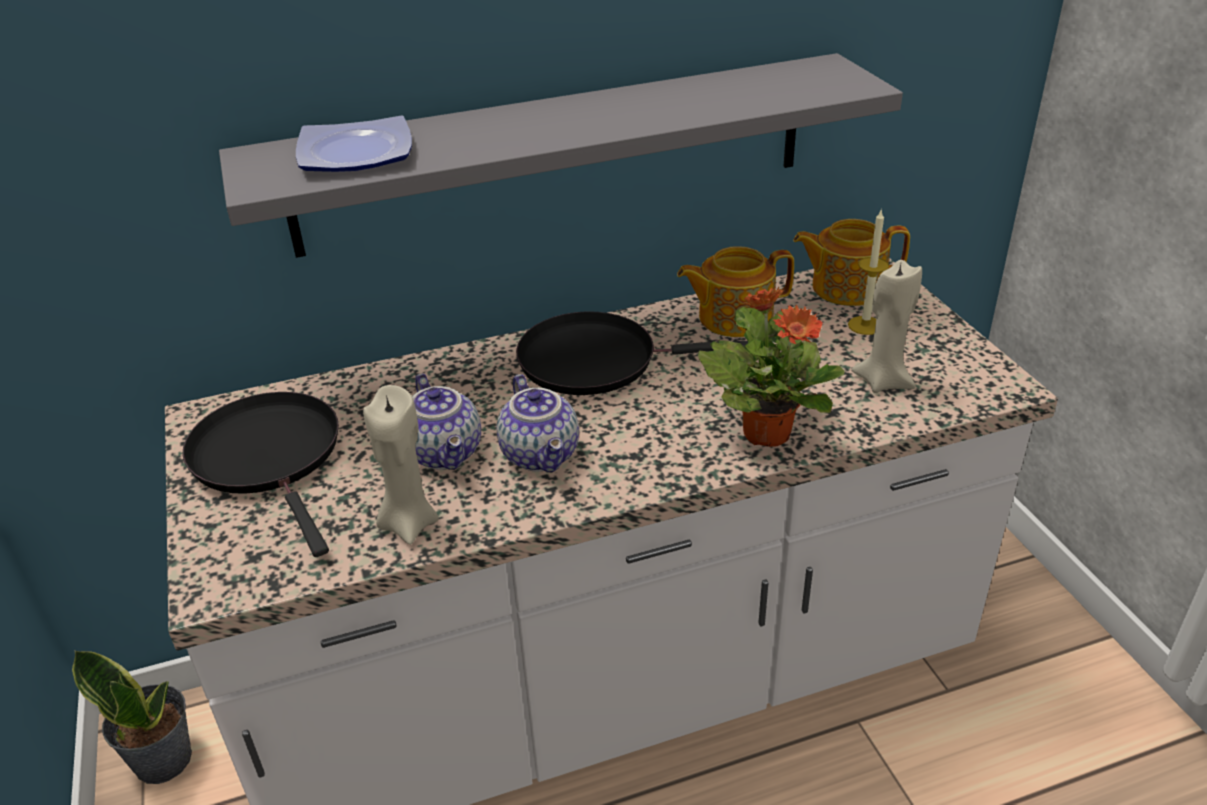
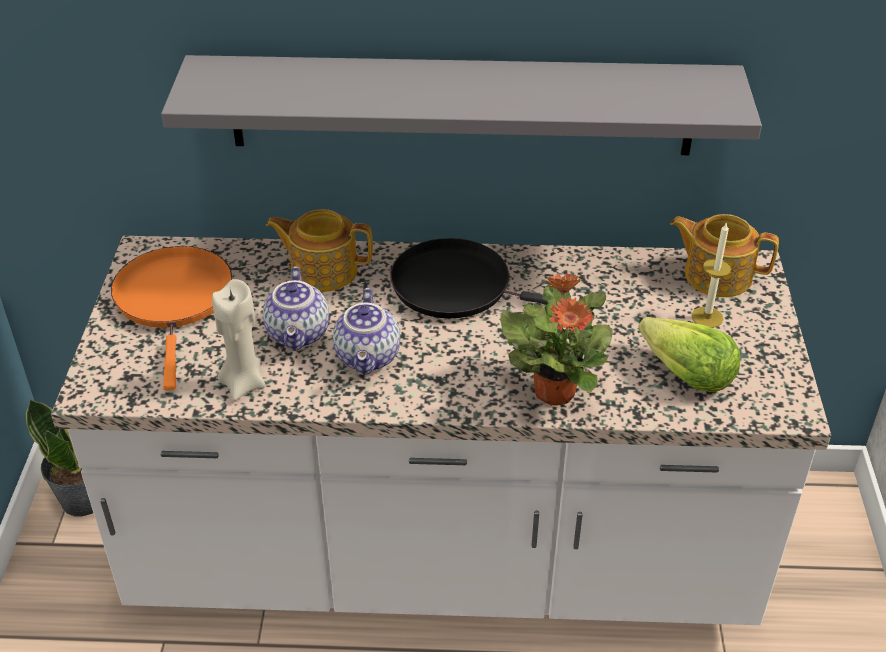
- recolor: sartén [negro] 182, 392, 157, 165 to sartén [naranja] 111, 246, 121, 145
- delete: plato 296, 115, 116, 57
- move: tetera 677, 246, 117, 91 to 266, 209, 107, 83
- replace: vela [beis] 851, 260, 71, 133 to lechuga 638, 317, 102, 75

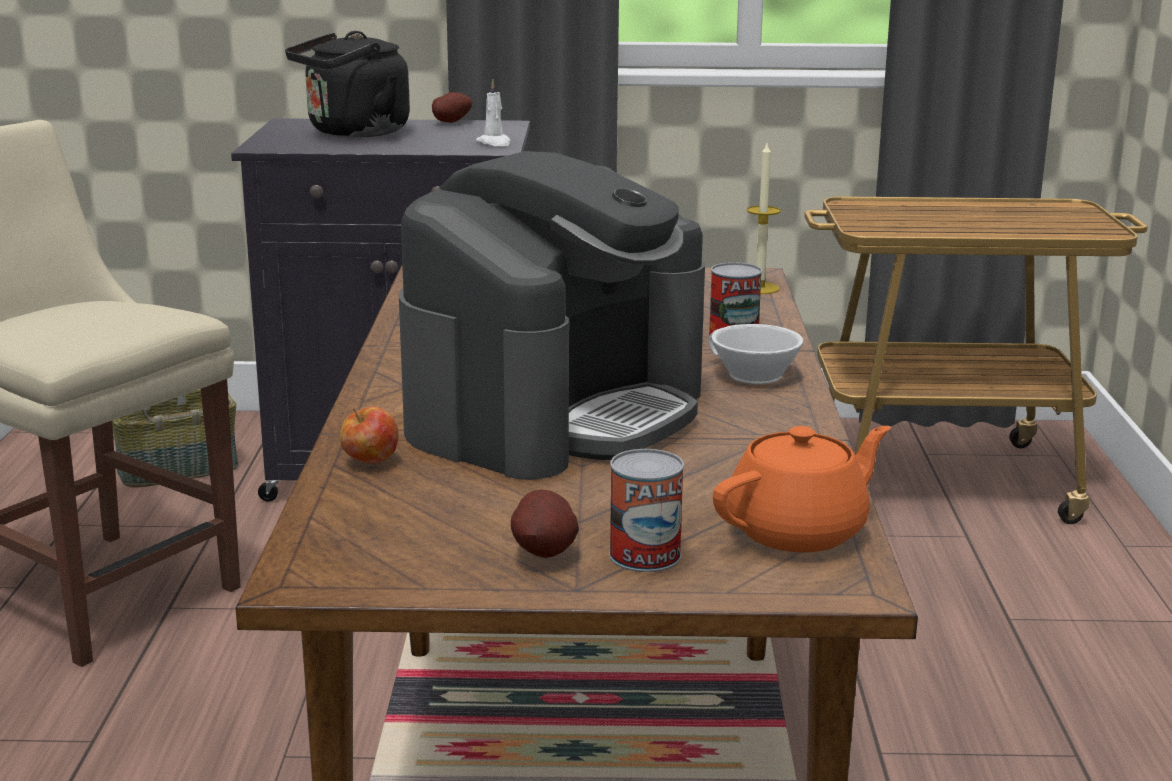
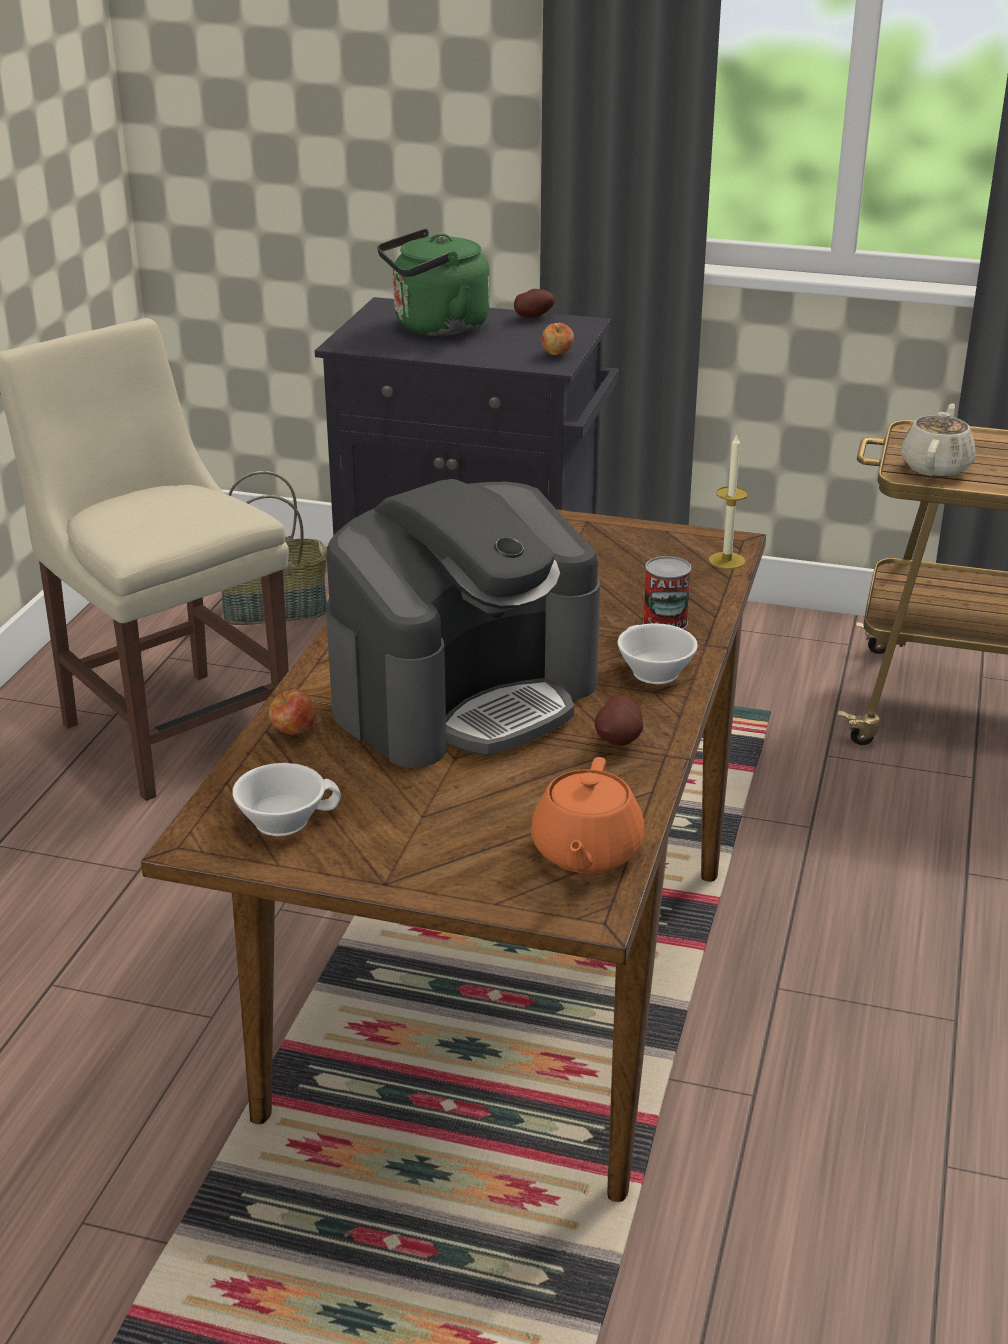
- recolor: hervidor [negro] 285, 31, 125, 106 to hervidor [verde] 377, 229, 113, 107
- replace: vela [blanco] 476, 80, 35, 67 to manzana 541, 323, 33, 32
- move: patata 511, 489, 68, 69 to 595, 695, 48, 51
- delete: lata 609, 449, 75, 123
- rotate: tetera [naranja] 713, 426, 178, 127 = 531, 757, 114, 117 120 degrees clockwise
- insert: taza [blanco] 232, 763, 109, 73
- insert: tetera [beis] 901, 403, 75, 74

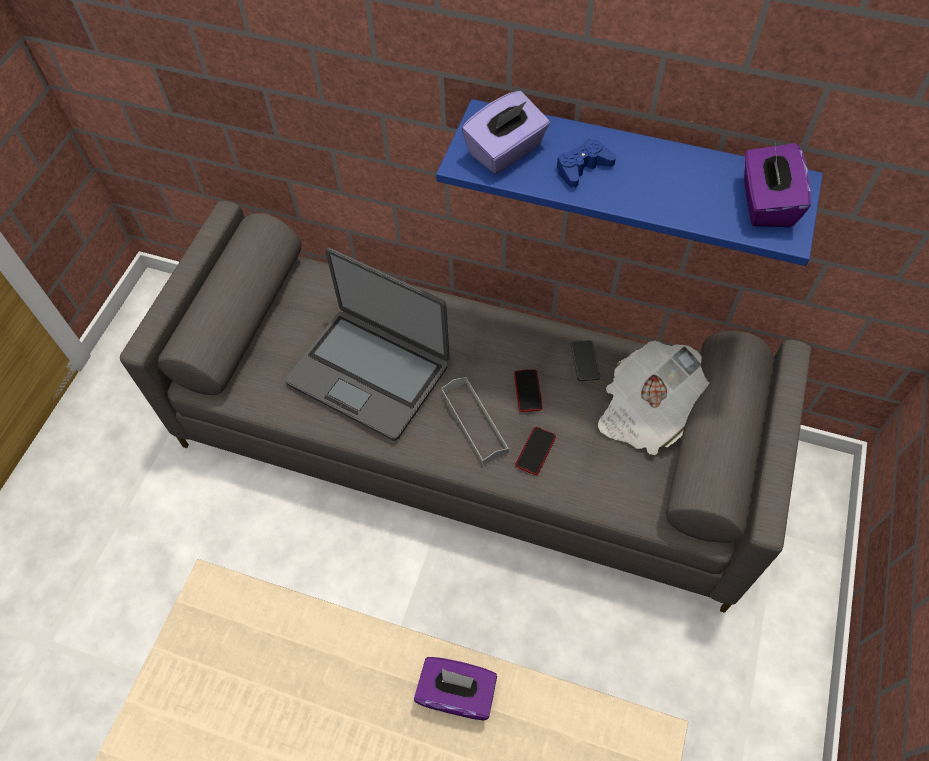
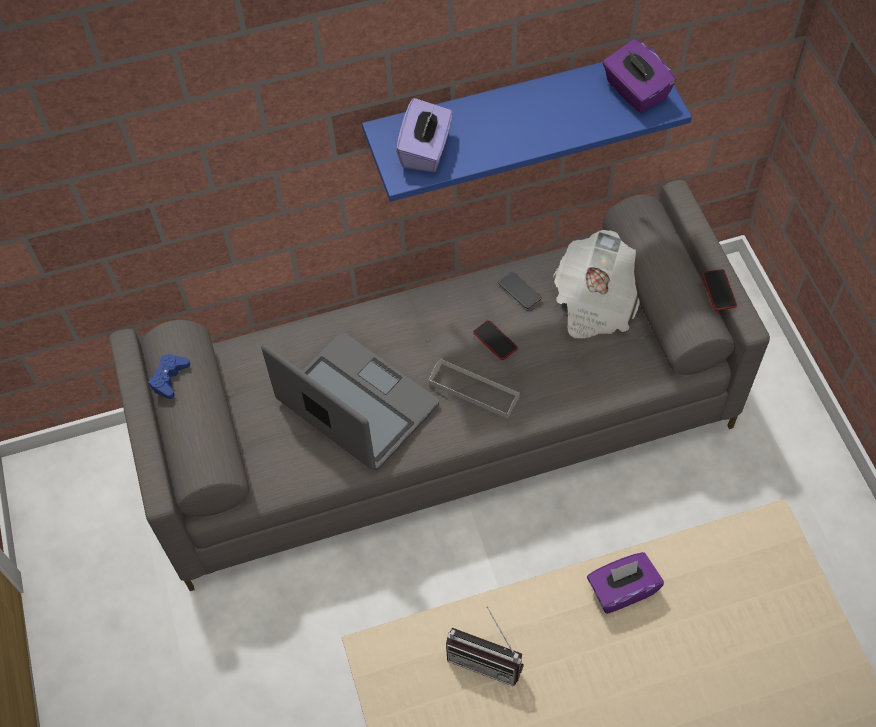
- rotate: portátil 285, 247, 165, 194 = 261, 333, 178, 137 135 degrees counterclockwise
- move: móvil 516, 427, 40, 48 to 702, 269, 35, 41
- move: mando de consola [azul] 556, 139, 60, 49 to 148, 354, 42, 45
- insert: radio 446, 607, 78, 79

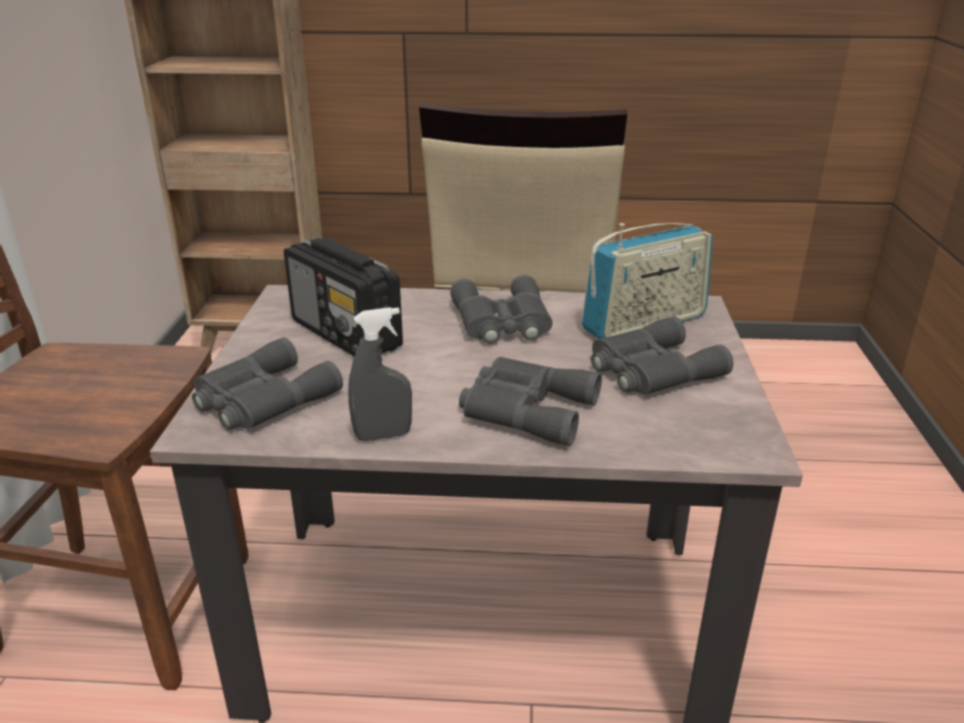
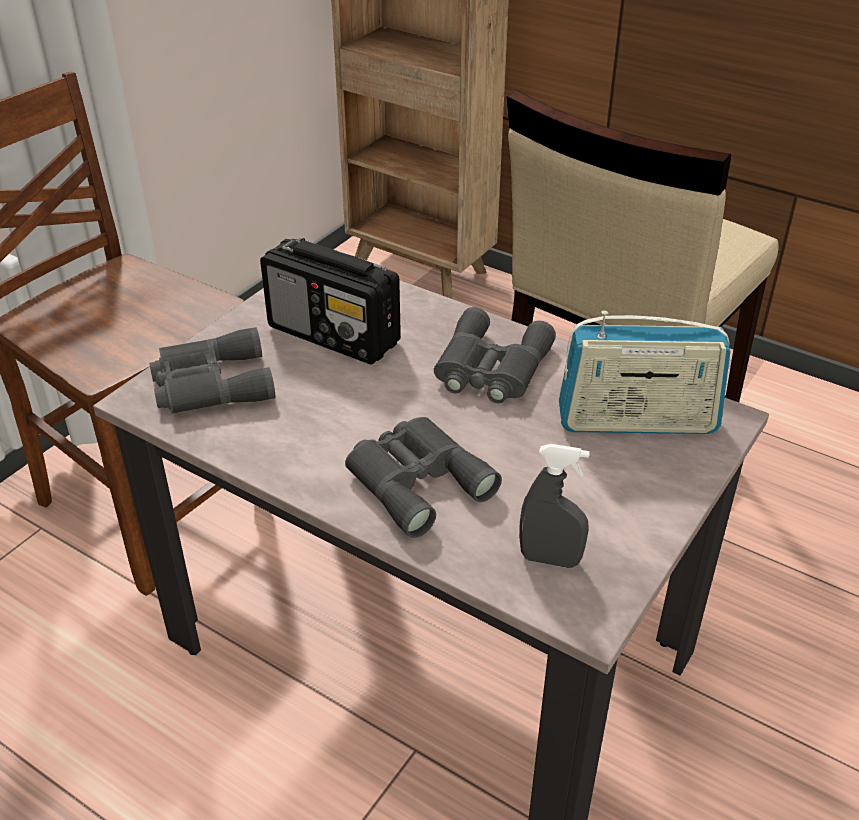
- rotate: radio 284, 237, 119, 119 = 260, 238, 141, 127 45 degrees counterclockwise
- move: pulverizador [gris] 348, 307, 64, 134 to 519, 444, 71, 124
- delete: prismáticos [gris] 591, 316, 142, 79

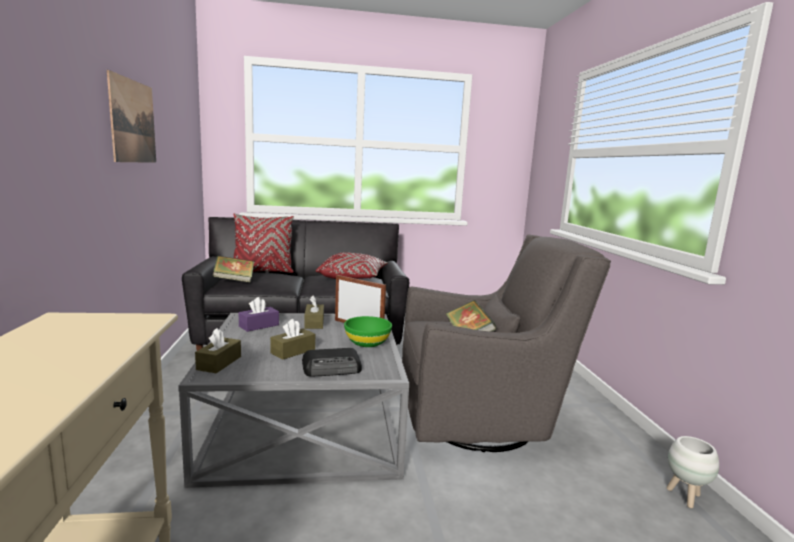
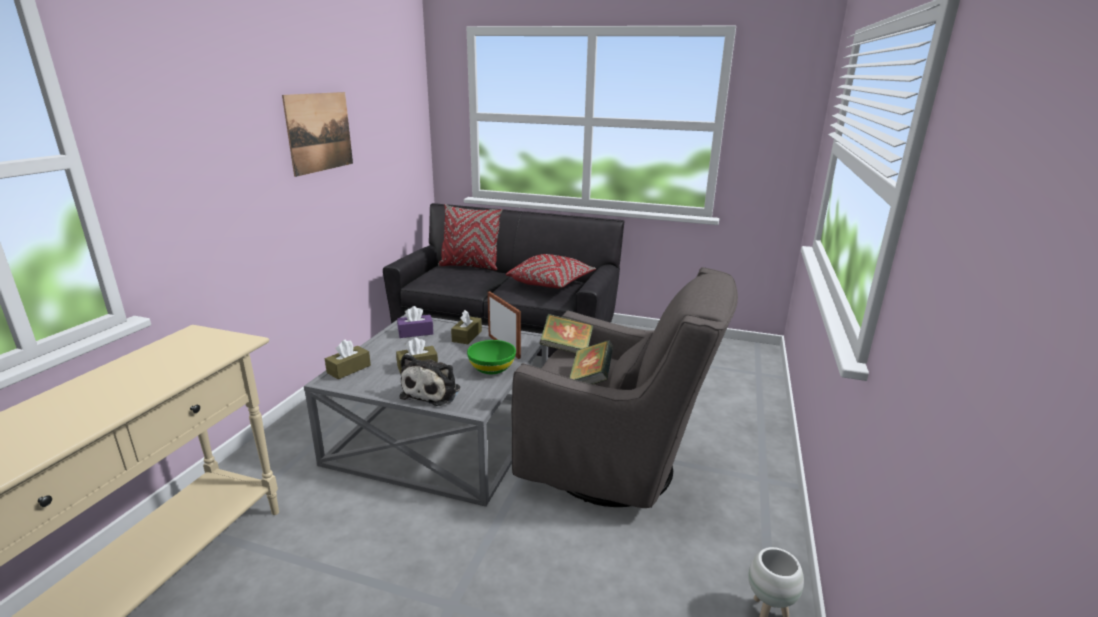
- move: libro 212, 255, 42, 28 to 539, 314, 54, 39
- replace: radio 302, 348, 60, 29 to peluche 400, 354, 60, 52

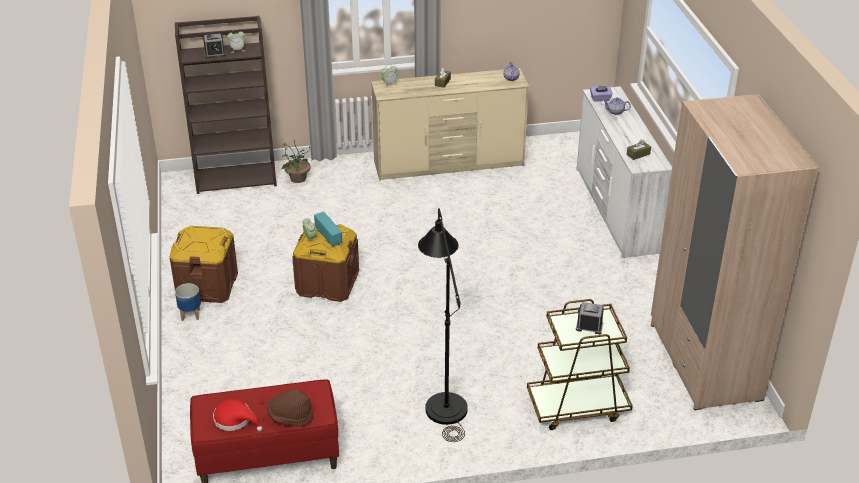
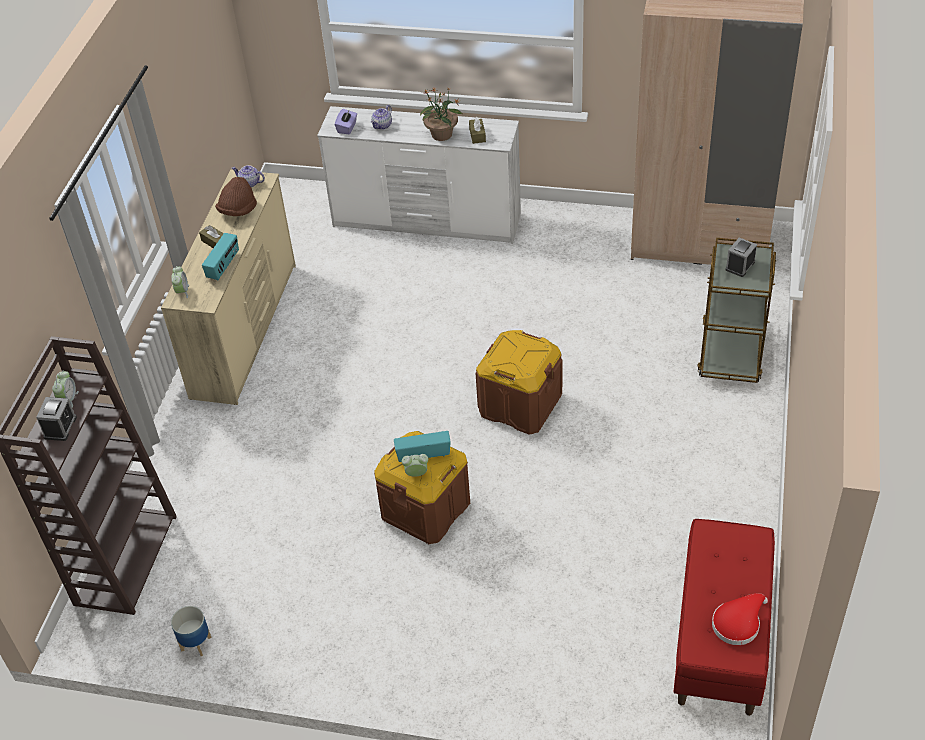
- move: caja de almacenaje [marrón] 169, 226, 69, 77 to 475, 330, 87, 105
- move: maceta 175, 283, 26, 38 to 171, 606, 41, 50
- move: sombrero [marrón] 267, 389, 47, 38 to 215, 177, 42, 39
- move: planta en maceta 281, 139, 30, 44 to 420, 88, 43, 53
- delete: lámpara de pie [negro] 418, 208, 50, 234
- insert: radio 202, 233, 37, 47

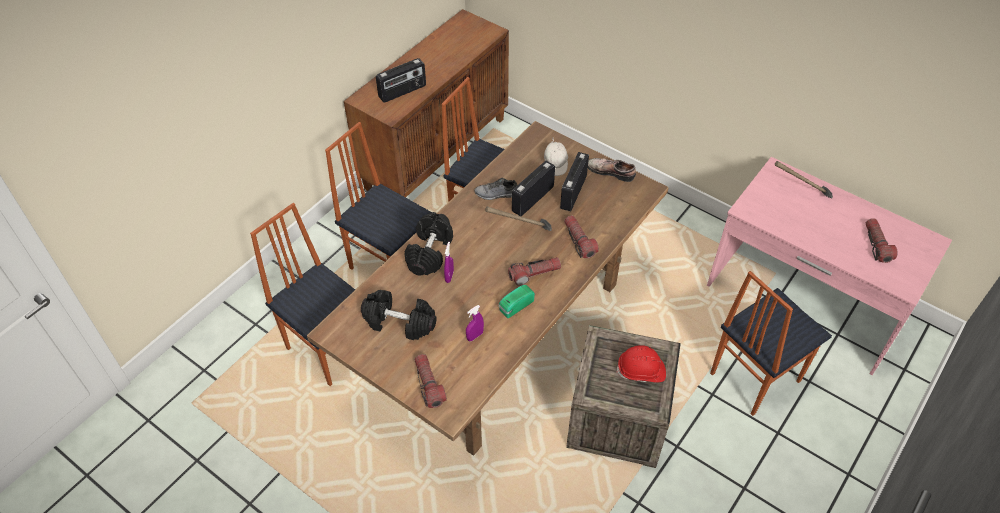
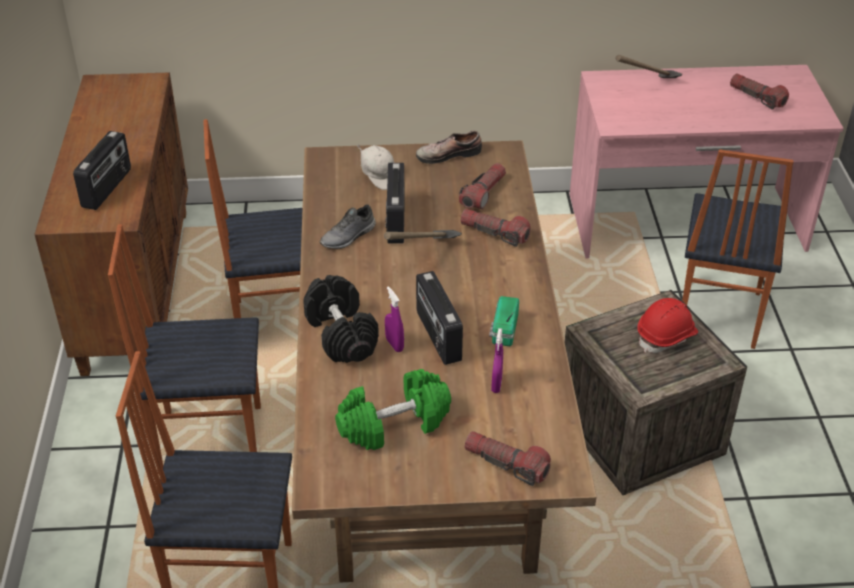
- recolor: mancuerna [negro] 361, 290, 76, 50 to mancuerna [verde] 335, 369, 116, 81
- move: linterna 508, 257, 53, 29 to 459, 163, 47, 46
- move: radio 560, 152, 29, 59 to 416, 271, 47, 94

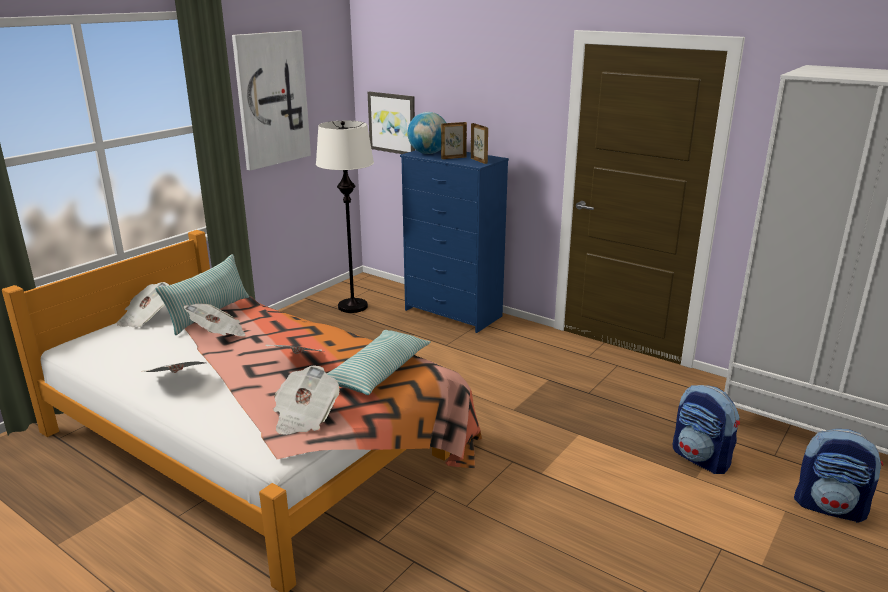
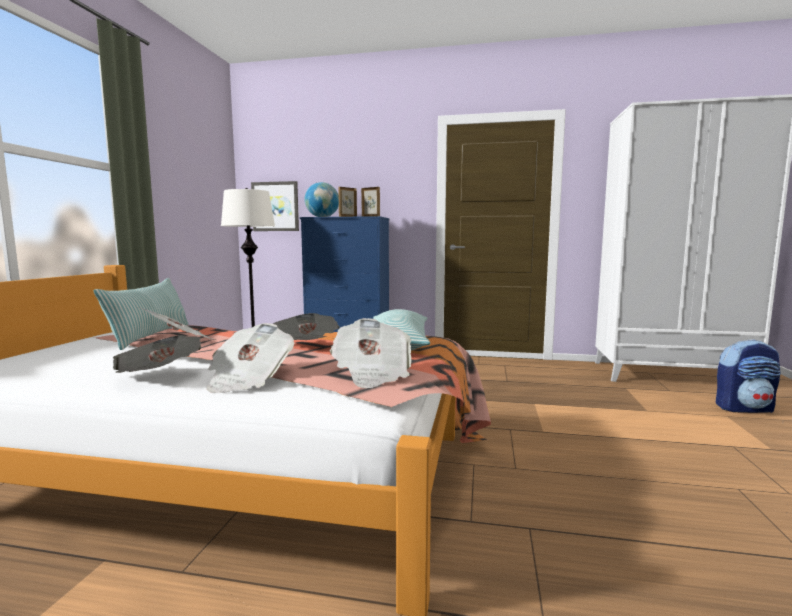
- move: periódico 117, 282, 52, 45 to 207, 323, 87, 70
- delete: cuadro 232, 30, 79, 141
- delete: mochila 673, 385, 67, 89

